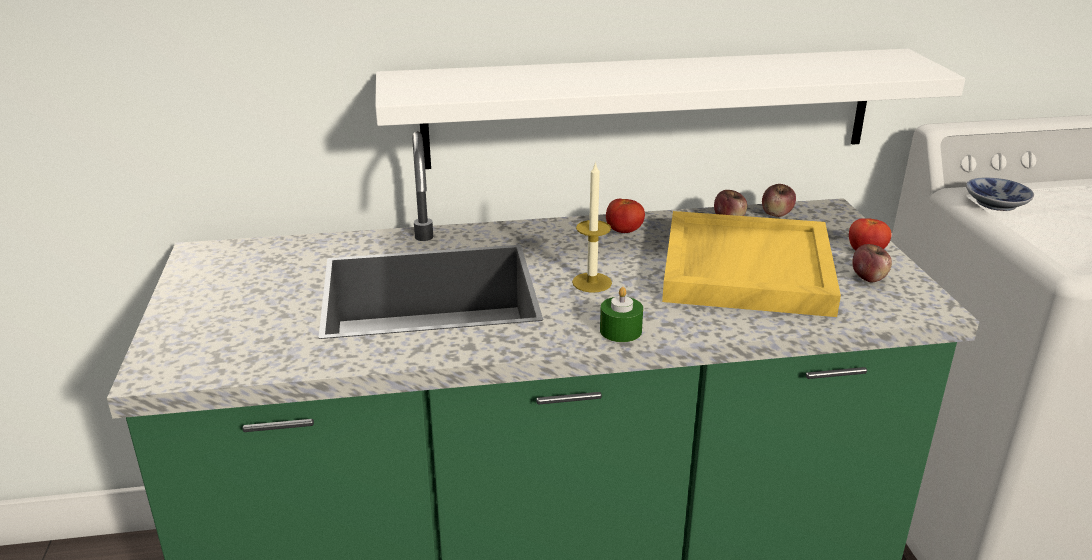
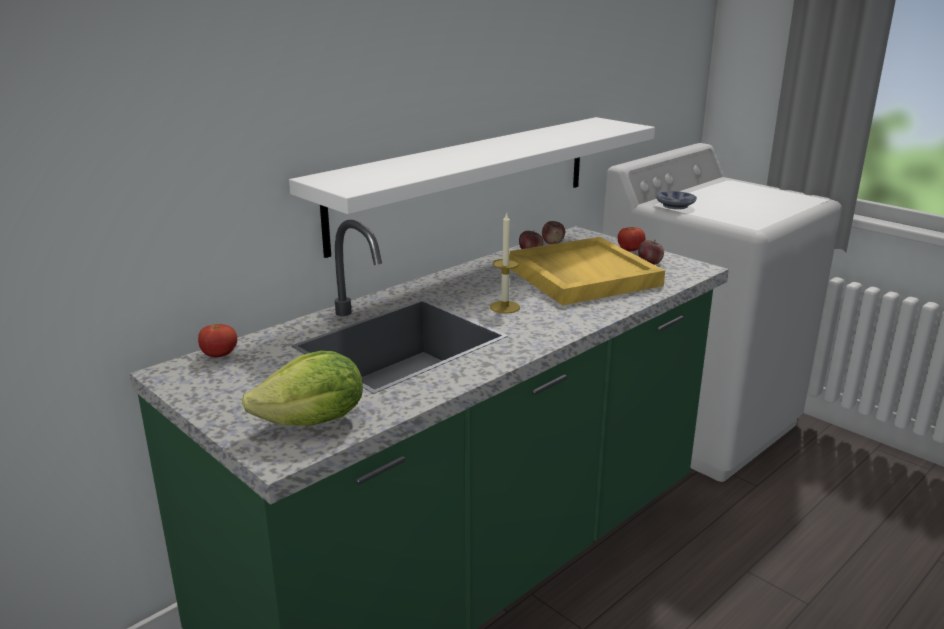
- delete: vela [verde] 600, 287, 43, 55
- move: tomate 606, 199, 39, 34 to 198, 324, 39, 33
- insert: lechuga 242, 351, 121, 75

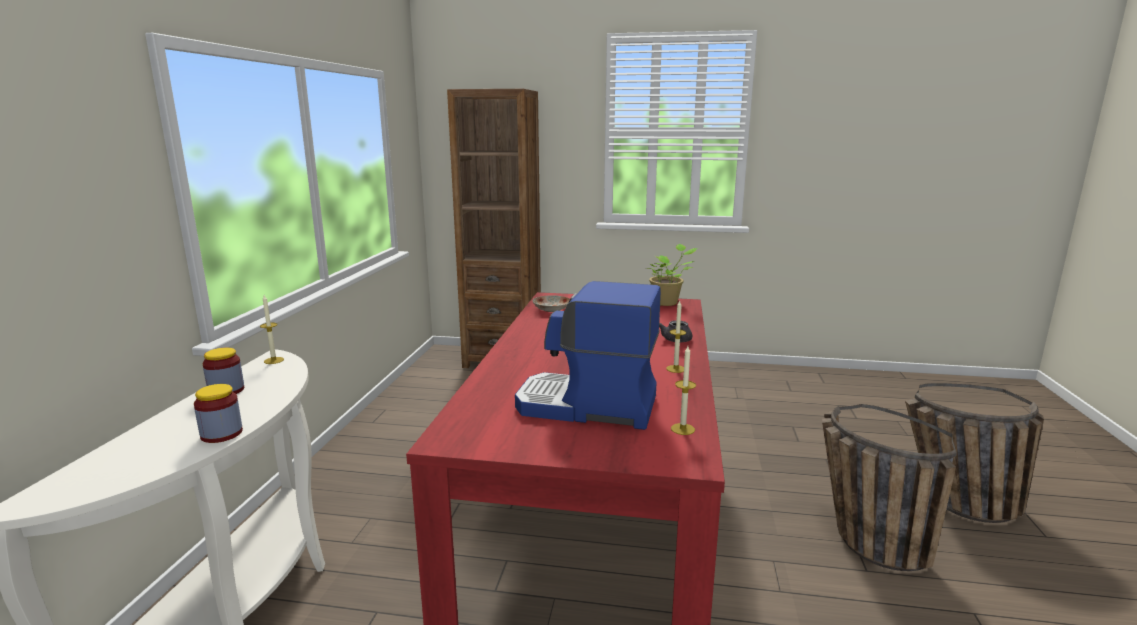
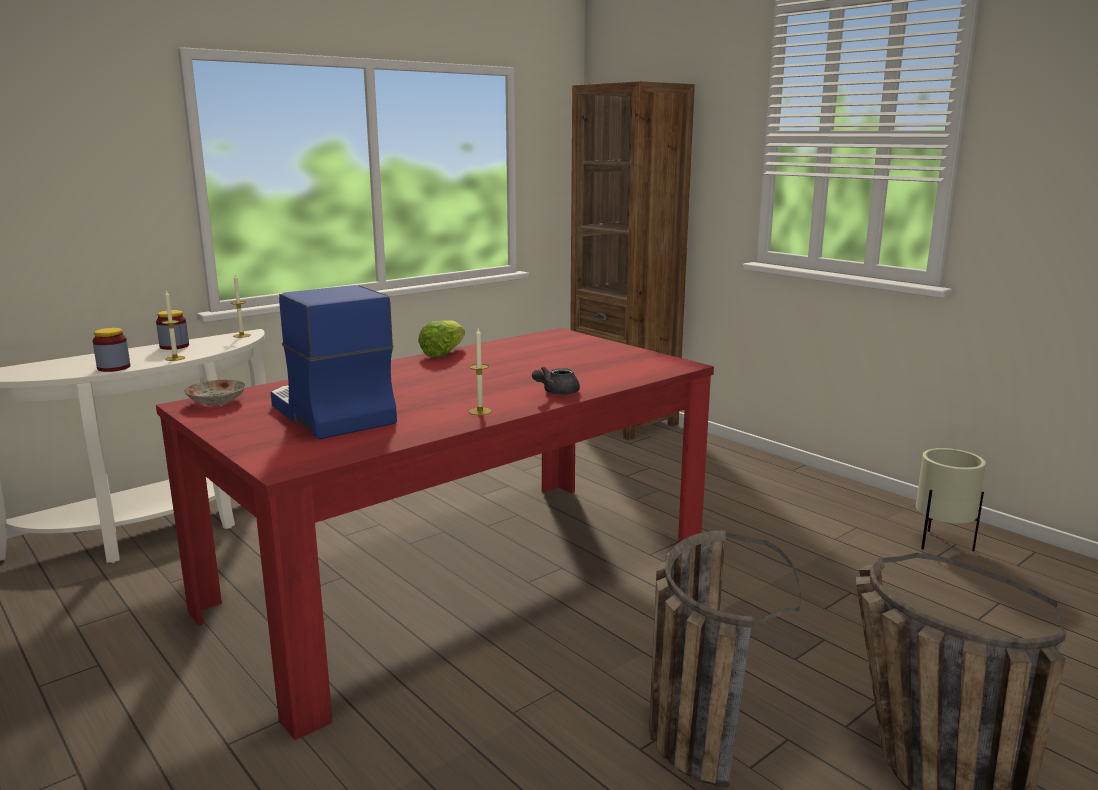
- move: plato 532, 295, 38, 17 to 184, 380, 62, 25
- delete: planta en maceta 646, 244, 52, 62
- move: vela 671, 346, 25, 89 to 162, 290, 23, 71
- insert: lechuga 418, 320, 47, 37
- insert: maceta [beis] 916, 448, 70, 103

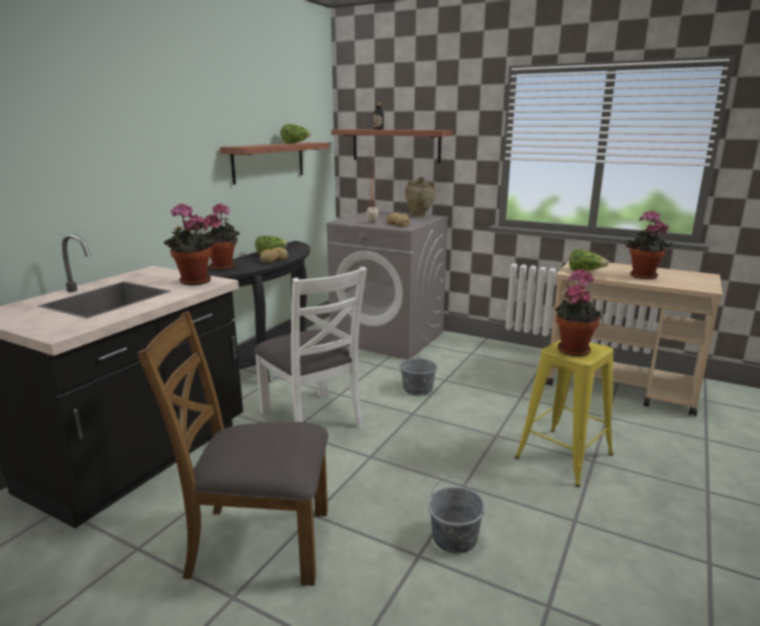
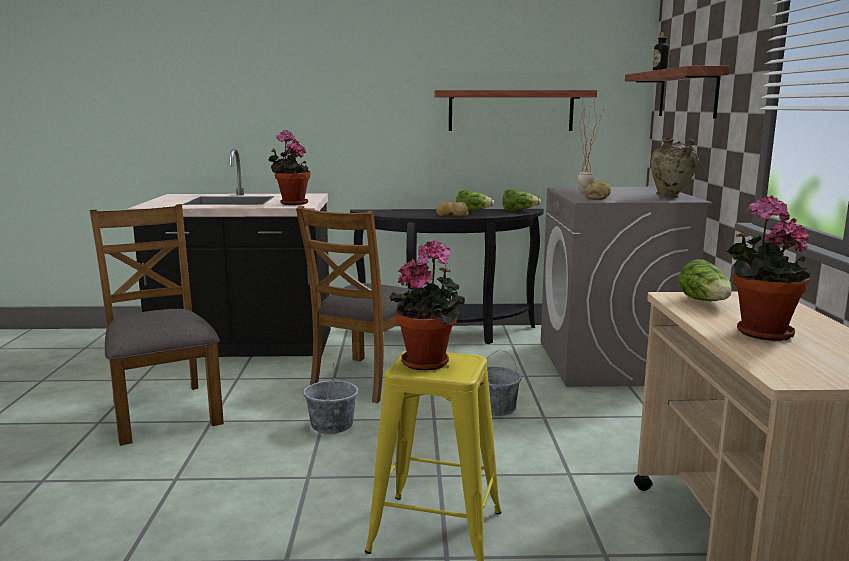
- delete: planta en maceta 199, 203, 40, 67
- recolor: silla [blanco] 254, 266, 113, 162 to silla [marrón] 296, 206, 117, 197
- move: lechuga 280, 124, 31, 20 to 503, 189, 38, 22
- move: cubo [gris] 428, 476, 58, 78 to 303, 363, 55, 71

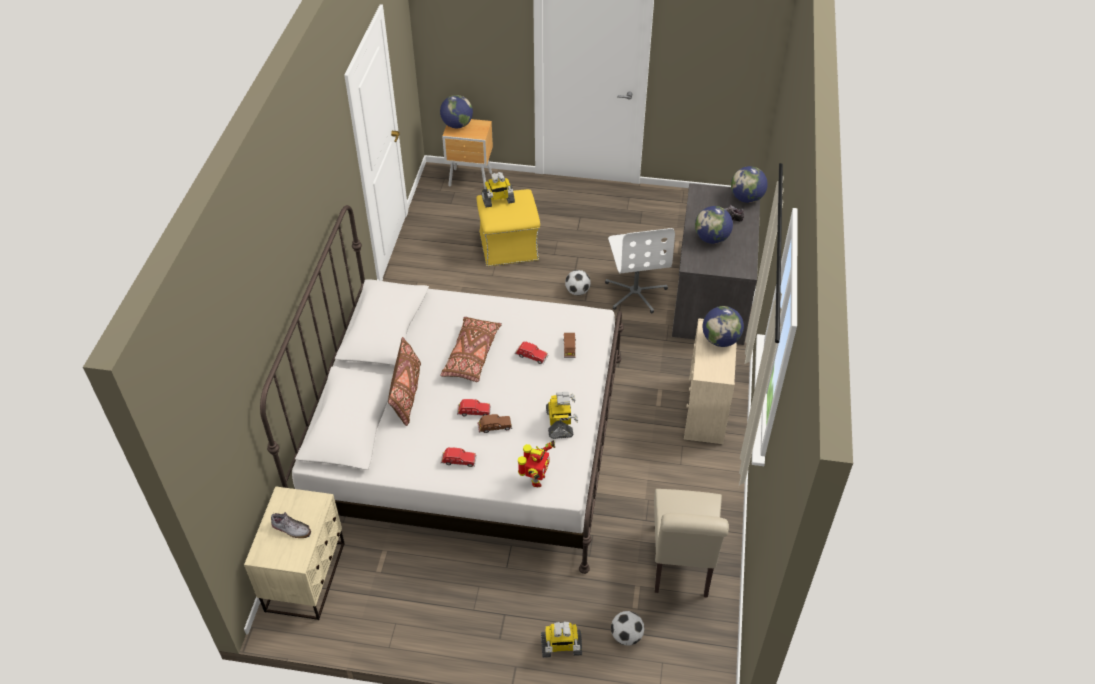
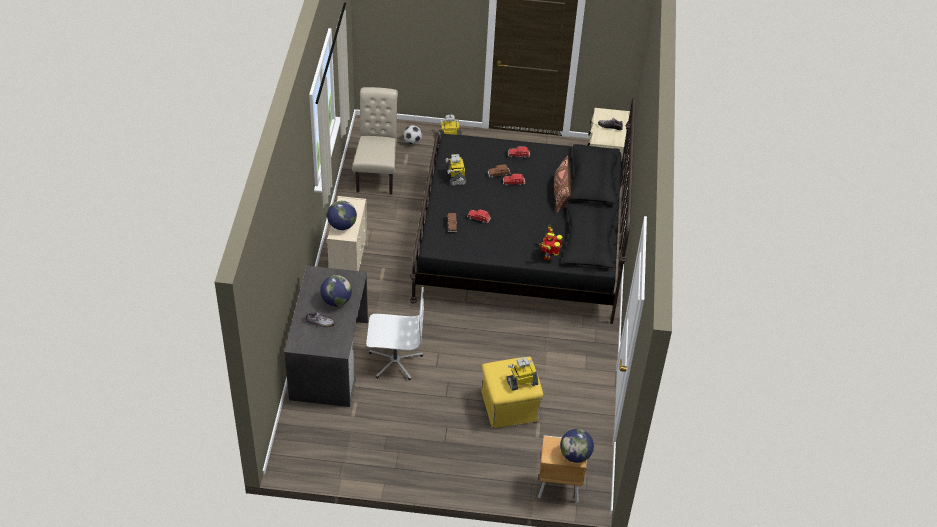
- recolor: cama [blanco] 260, 205, 364, 369 to cama [negro] 410, 97, 226, 227
- delete: cojín [marrón] 440, 317, 62, 65
- move: robot de juguete 518, 440, 37, 47 to 539, 224, 23, 36
- delete: balón de fútbol 565, 270, 26, 26
- rotate: silla de oficina [blanco] 605, 228, 70, 86 = 366, 287, 58, 93 105 degrees clockwise
- delete: globo terráqueo 731, 166, 37, 37

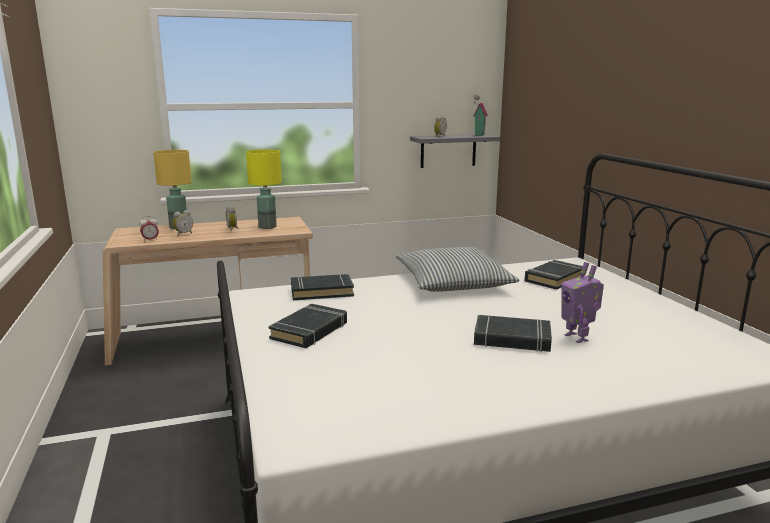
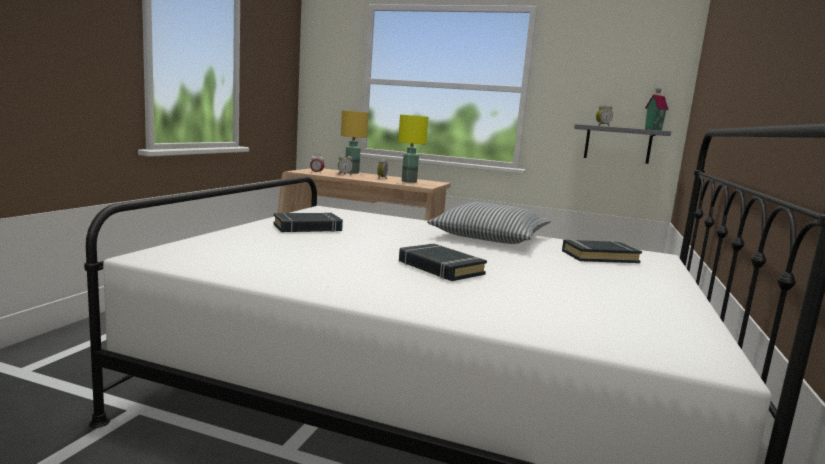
- delete: libro [negro] 291, 274, 63, 26
- delete: robot de juguete 561, 262, 43, 81

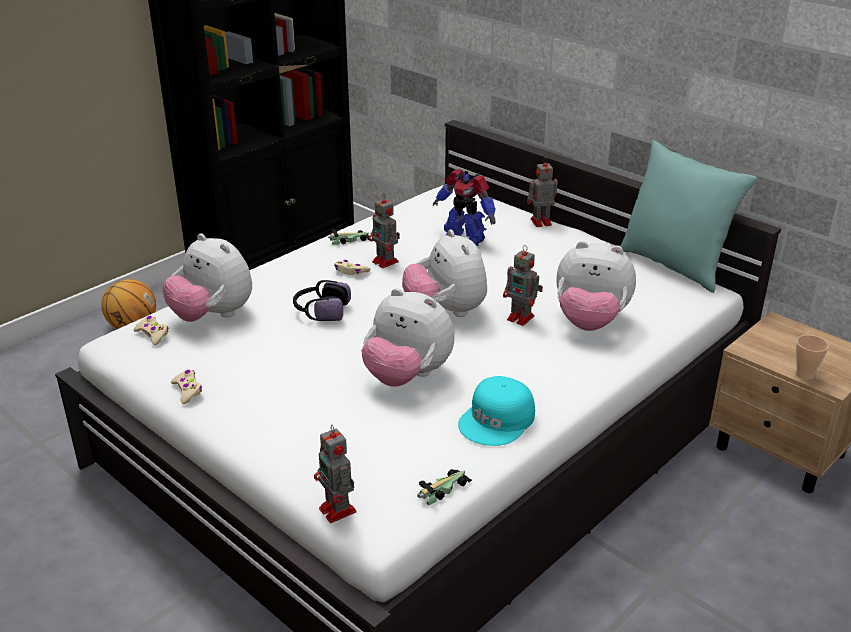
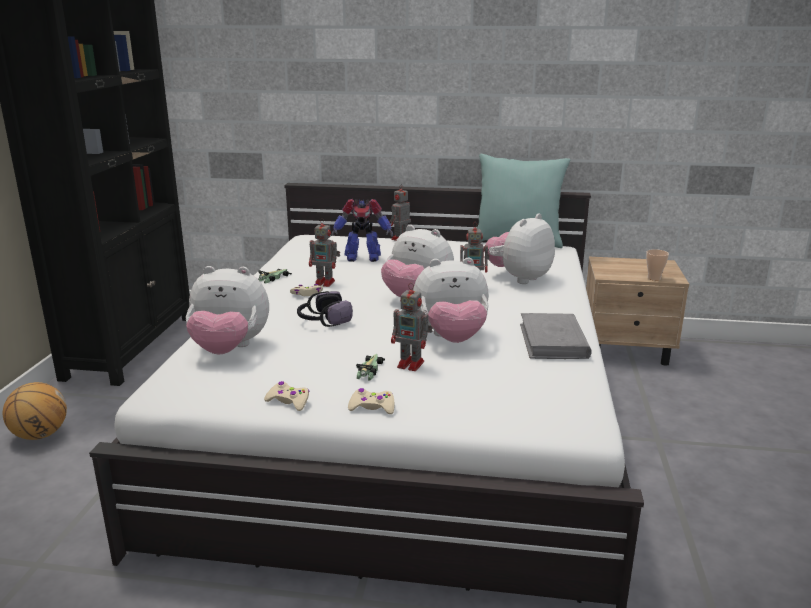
- move: mando de consola [beis] 133, 316, 35, 29 to 348, 388, 47, 26
- move: robot de juguete 314, 425, 42, 98 to 391, 284, 42, 87
- move: coche de juguete 418, 469, 54, 36 to 356, 354, 29, 27
- replace: gorra [turquesa] 458, 376, 77, 70 to libro [gris] 520, 313, 72, 46
- rotate: peluche 557, 241, 79, 90 = 484, 213, 71, 71 150 degrees clockwise

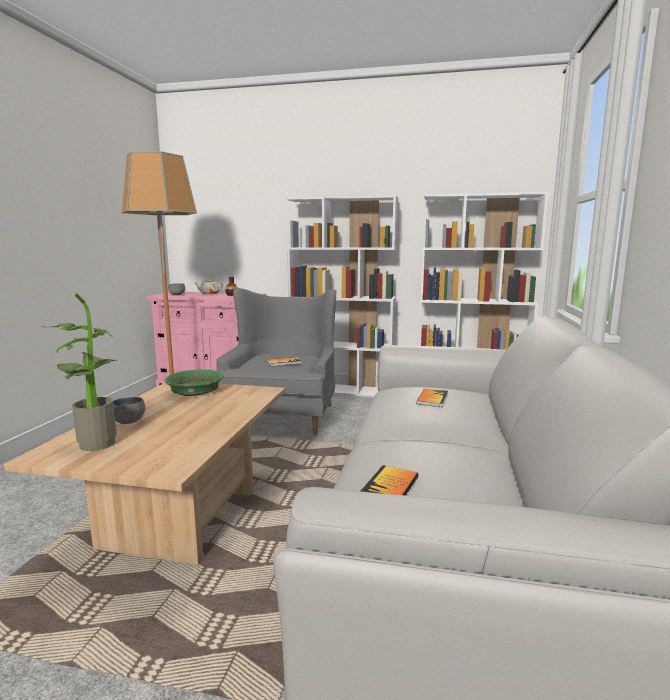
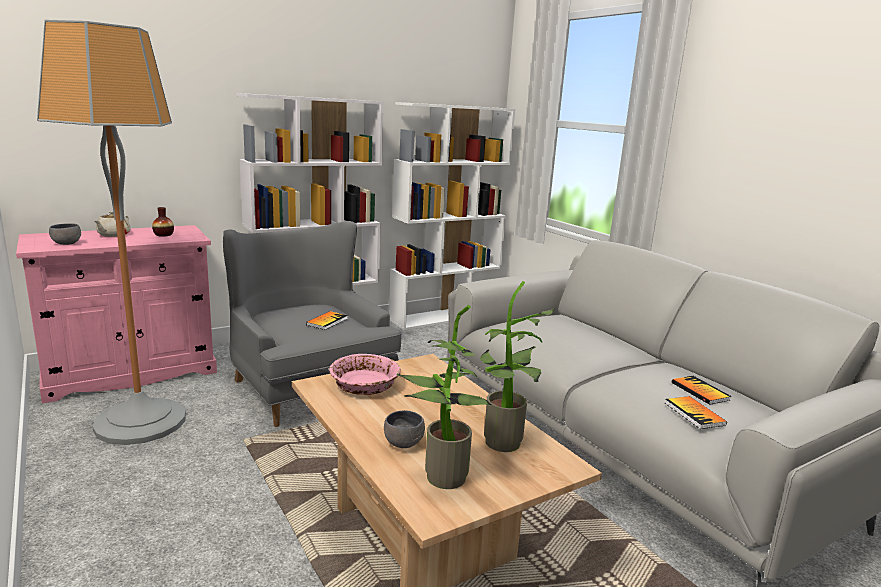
- recolor: cuenco [verde] 165, 369, 58, 27 to cuenco [rosa] 329, 354, 72, 41
- move: libro 416, 388, 32, 19 to 672, 376, 59, 29
- insert: planta en maceta 480, 281, 75, 171

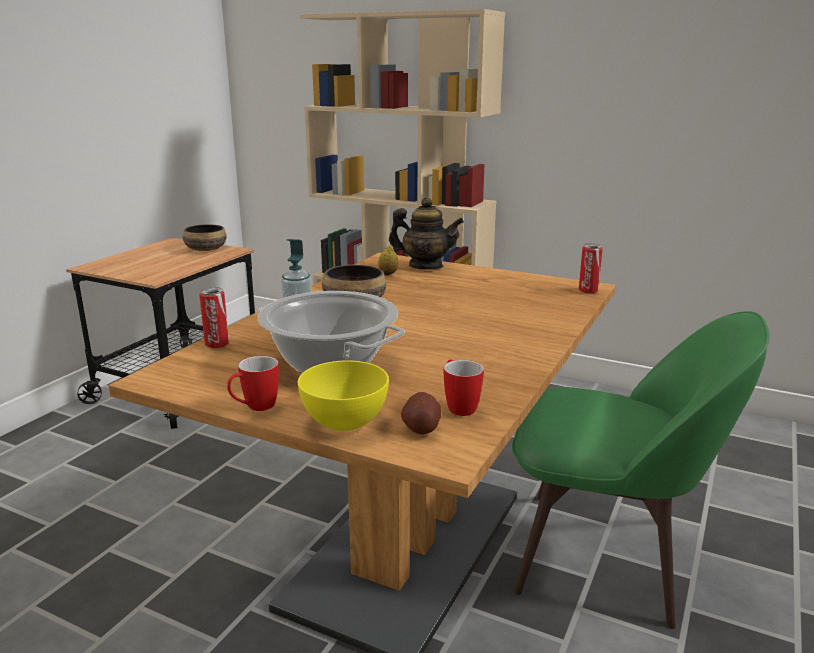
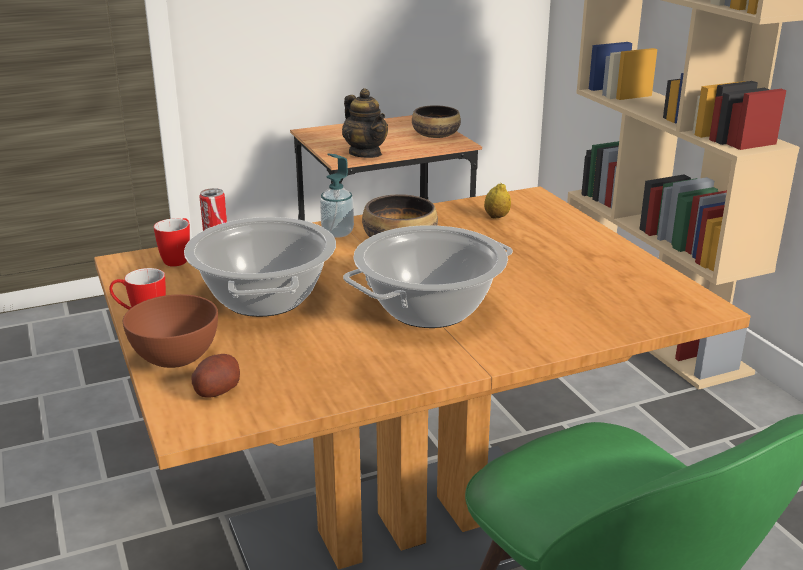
- recolor: cuenco [amarillo] 298, 360, 91, 71 to cuenco [marrón] 123, 294, 95, 74
- move: tetera 389, 197, 75, 73 to 342, 88, 46, 70
- move: taza grande 444, 359, 40, 57 to 154, 218, 36, 49
- delete: lata 579, 244, 24, 50
- insert: olla 343, 225, 170, 103

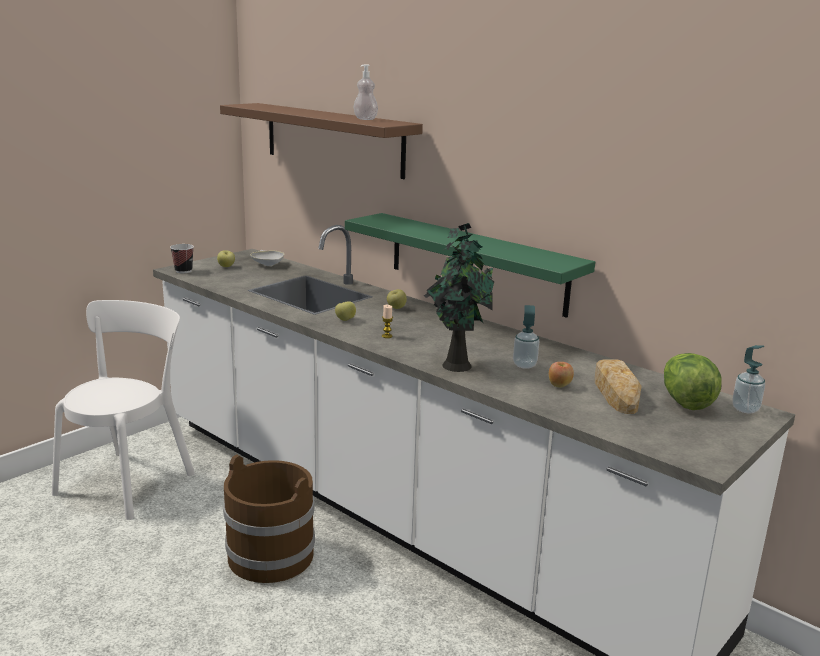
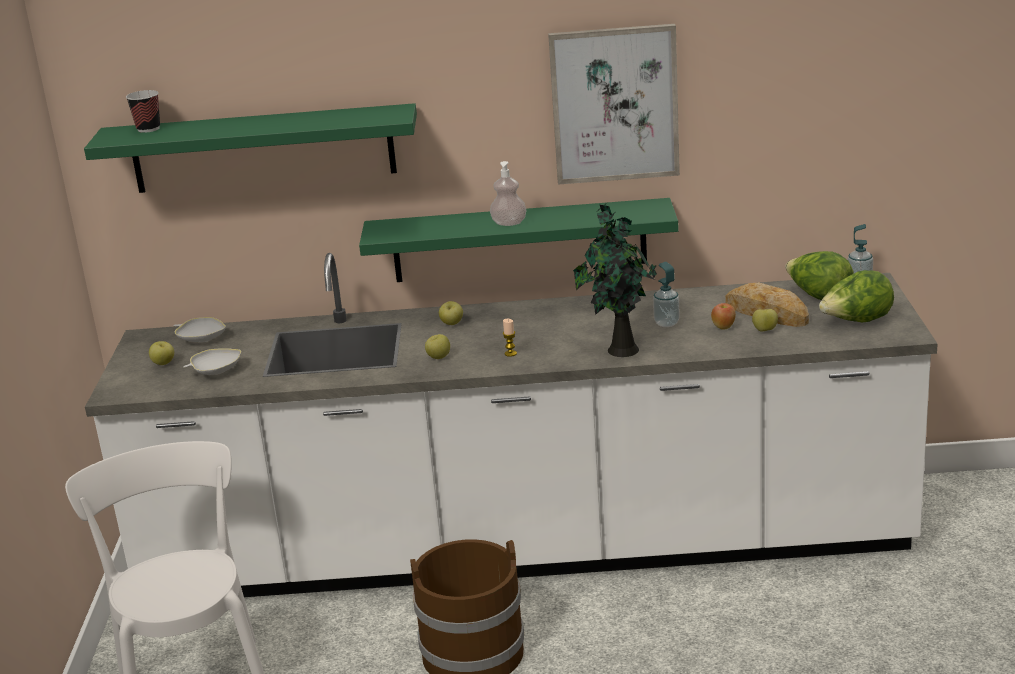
- move: taza 170, 244, 24, 29 to 126, 90, 34, 43
- recolor: estante [marrón] 220, 103, 203, 76 to estante [verde] 84, 103, 333, 90
- move: dispensador de jabón 353, 65, 25, 55 to 490, 161, 37, 65
- insert: cuenco [blanco] 183, 348, 58, 27
- insert: cuadro 548, 24, 132, 161
- insert: manzana 752, 309, 26, 23
- insert: lechuga 819, 270, 75, 52

